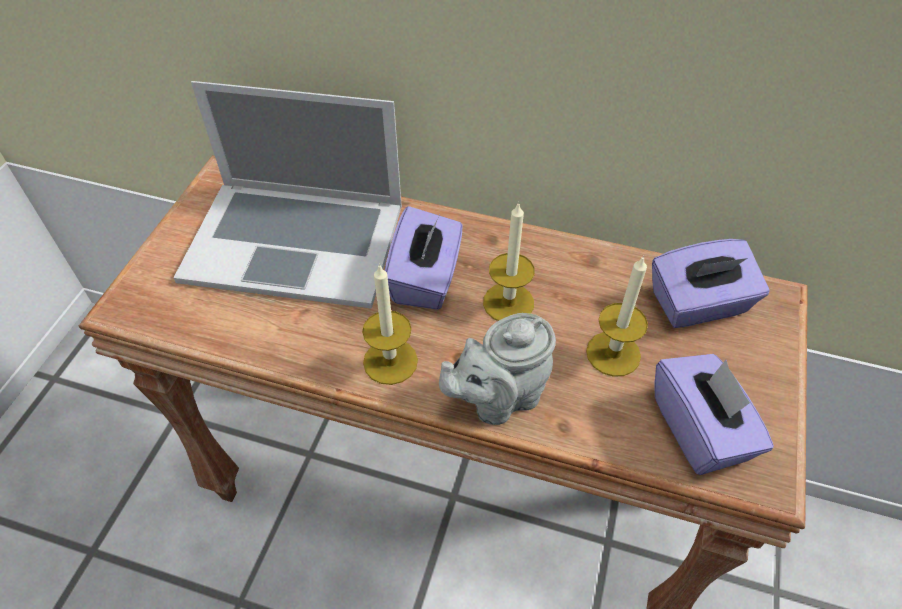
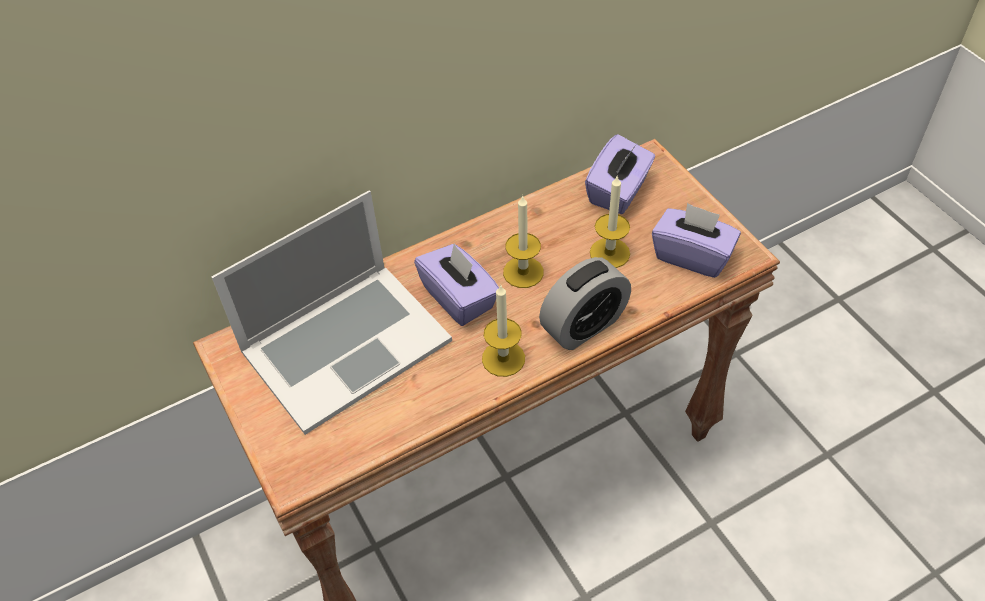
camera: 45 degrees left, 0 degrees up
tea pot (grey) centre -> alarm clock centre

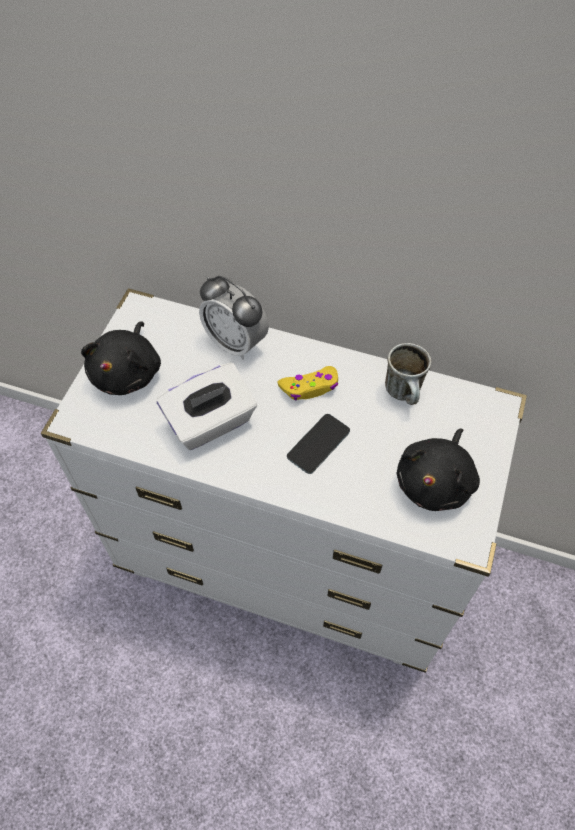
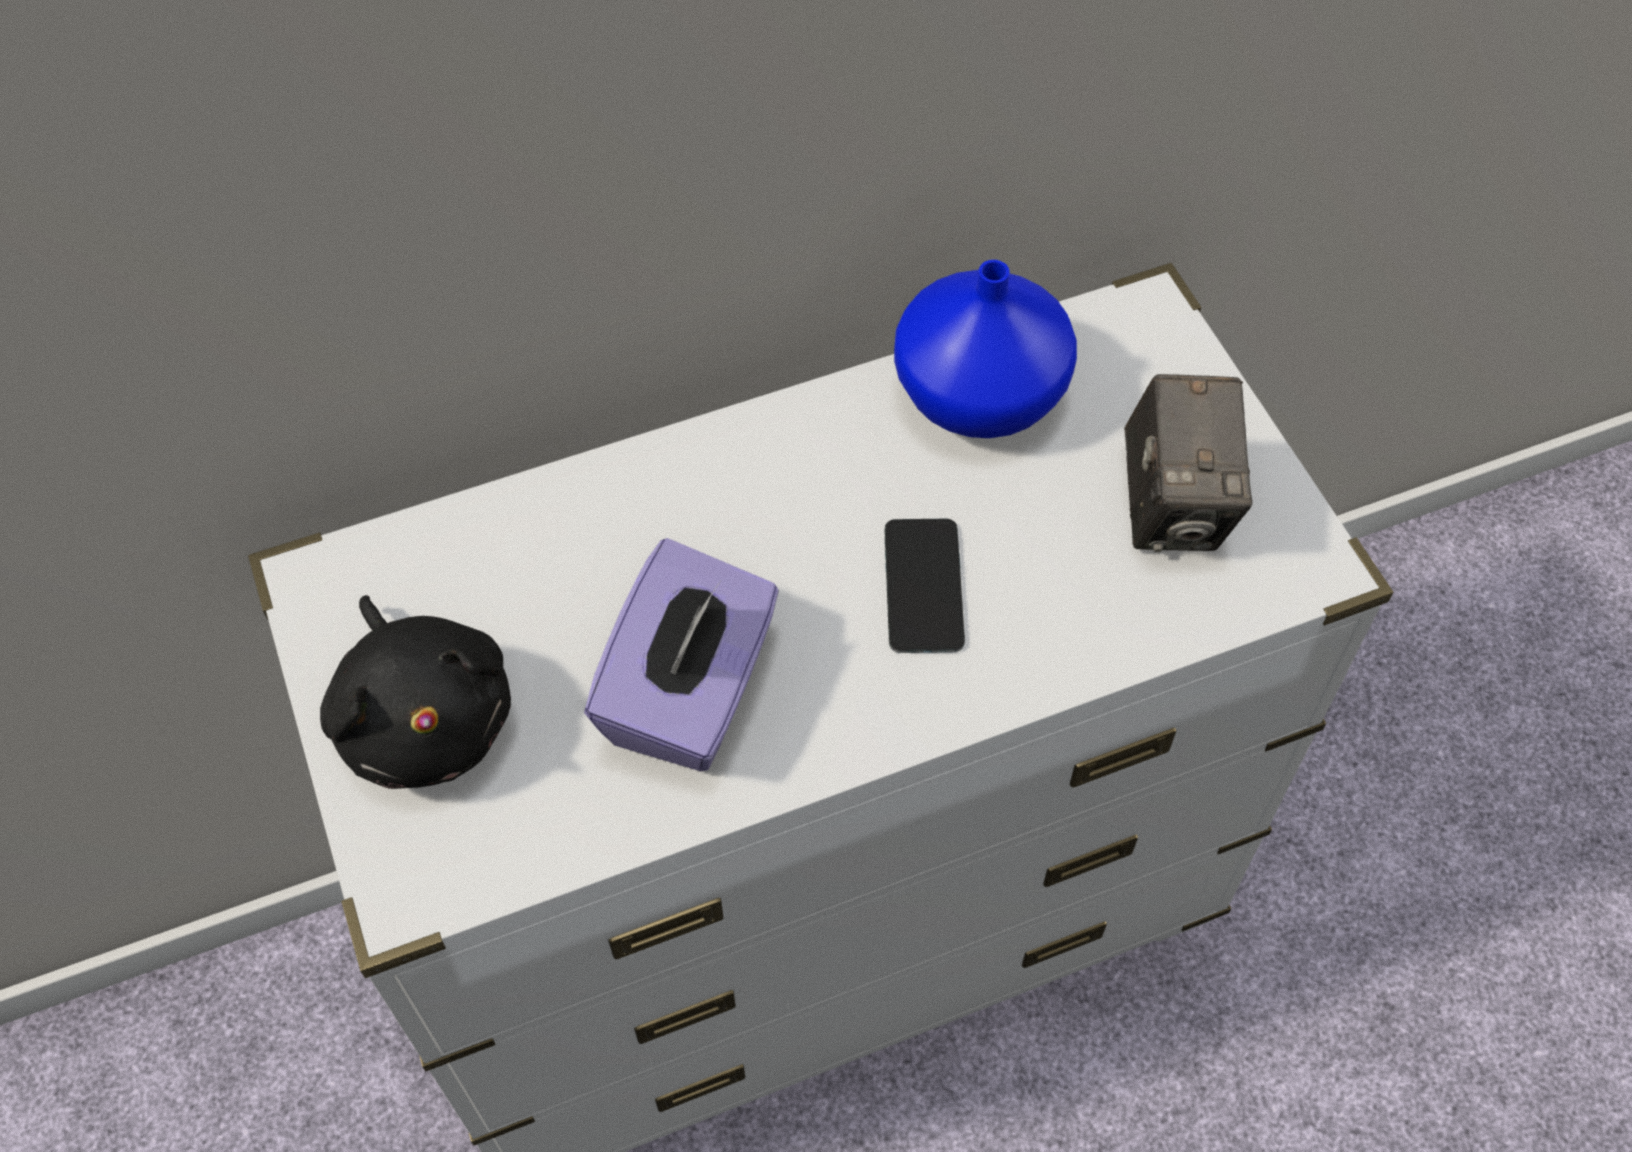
camera: 40 degrees left, 0 degrees up
alarm clock centre -> none
game controller (yellowish) centre -> none
tea mug middle right -> decorative vase (blue) top centre
soft toy (blackish) (no. 2 from left) middle right -> photo camera middle right
box of tissues (white-coloured) centre -> box of tissues (purplish) centre

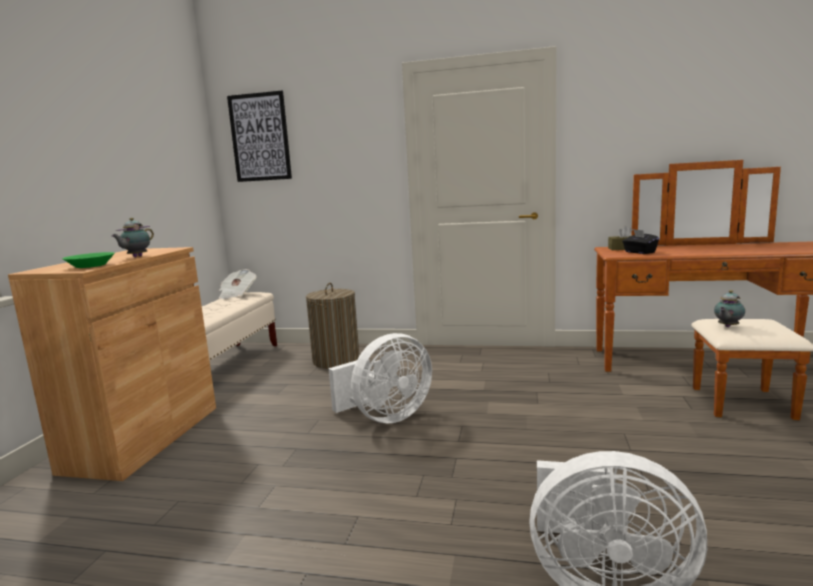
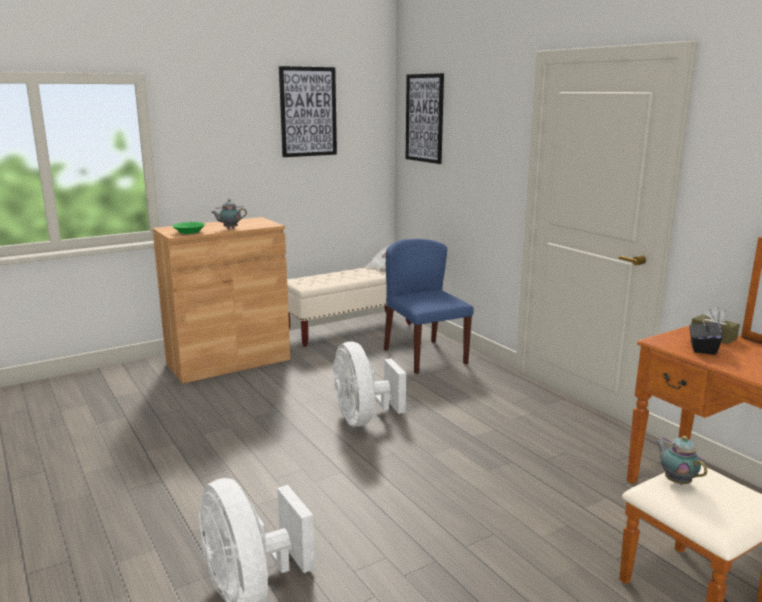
camera: 45 degrees right, 5 degrees up
none -> wall picture (no. 1 from left) top centre
laundry basket centre -> chair (blue) centre
fan (white-coloured) (no. 1 from left in the first image) centre -> fan (white-coloured) (no. 2 from left) centre, 60 degrees clockwise
tea pot (no. 2 from left) middle right -> tea pot (no. 2 from left) bottom right, 60 degrees clockwise

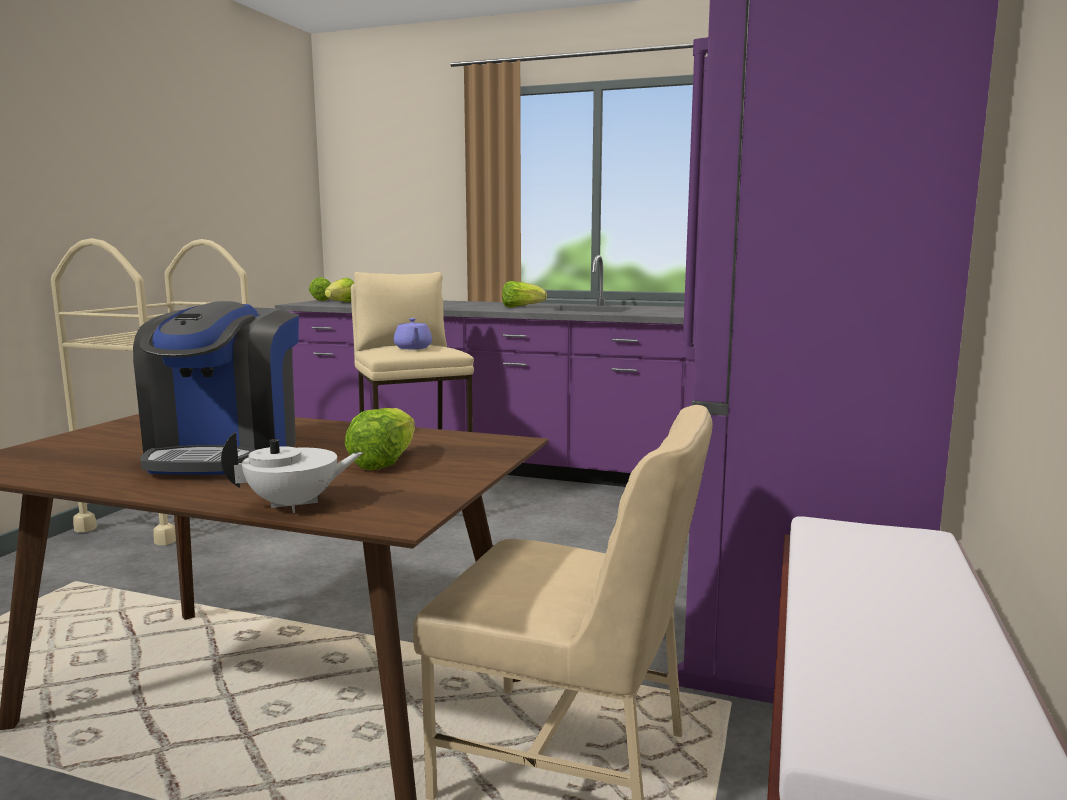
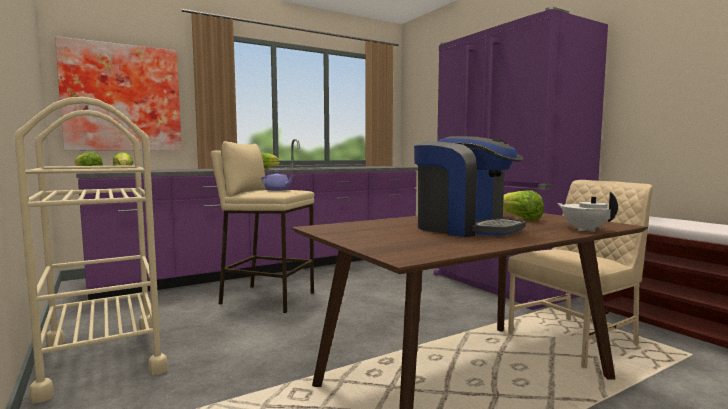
camera: 50 degrees left, 5 degrees down
none -> wall picture top left
tea pot (white-coloured) middle left -> tea pot (white-coloured) middle right, 45 degrees counterclockwise

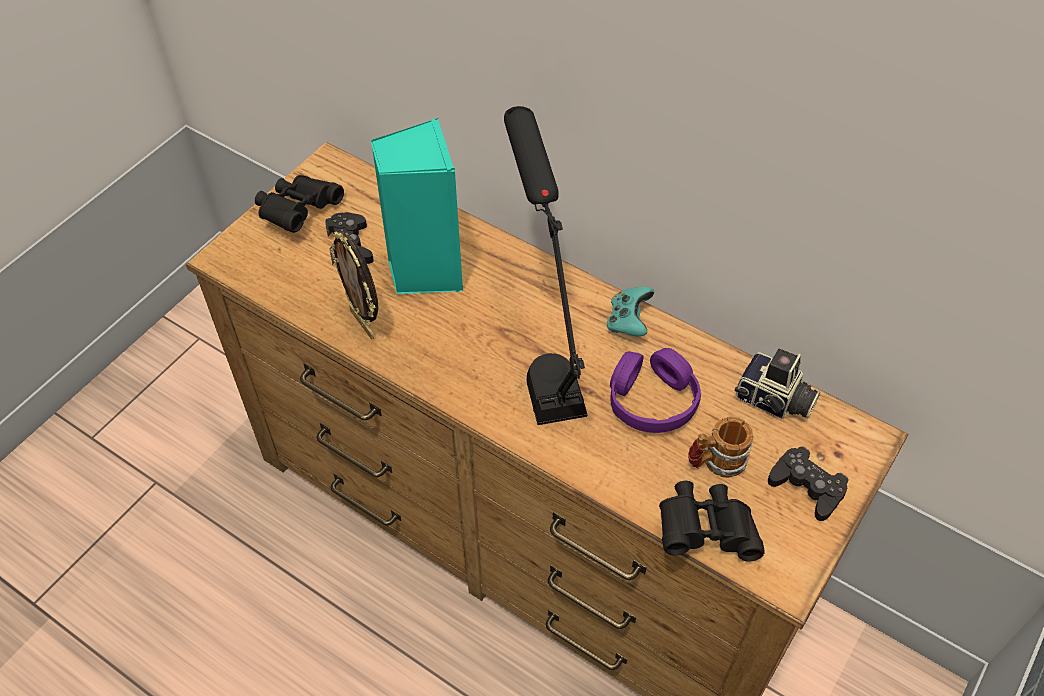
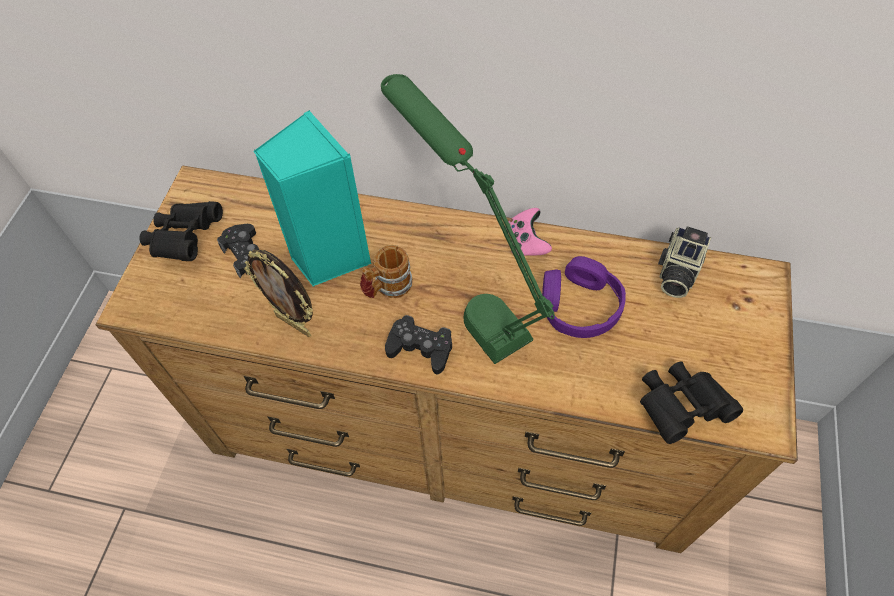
camera: 20 degrees left, 5 degrees up
tea mug middle right -> tea mug centre, relocated
game controller (blackish) (no. 2 from left) bottom right -> game controller (blackish) (no. 2 from left) centre, relocated
tabletop lamp (blackish) centre -> tabletop lamp (green) centre
game controller (blue-green) centre -> game controller (pinkish) centre
photo camera middle right, 105 degrees clockwise

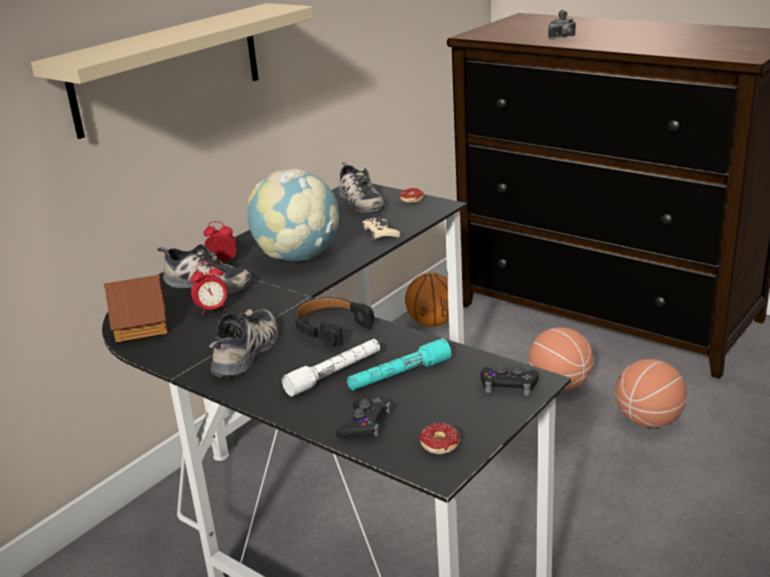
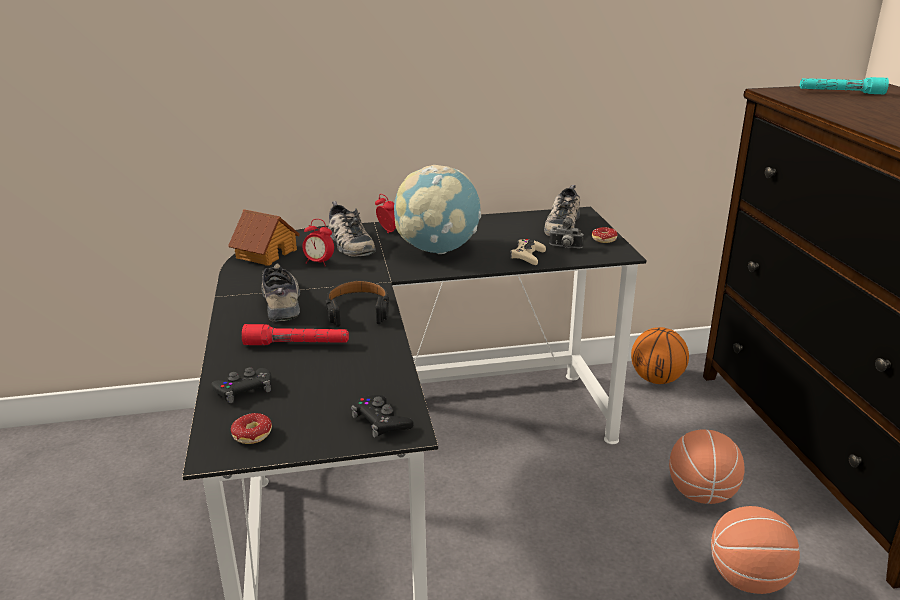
camera: 40 degrees right, 0 degrees up
shelf (beige-coloured) top left -> none
hand torch (blue-green) centre -> hand torch (blue-green) top right, relocated
photo camera top right -> photo camera centre, relocated
hand torch (white-coloured) centre -> hand torch (red) middle left
shoe (no. 2 from left in the first image) middle left -> shoe (no. 1 from left) middle left, 75 degrees counterclockwise

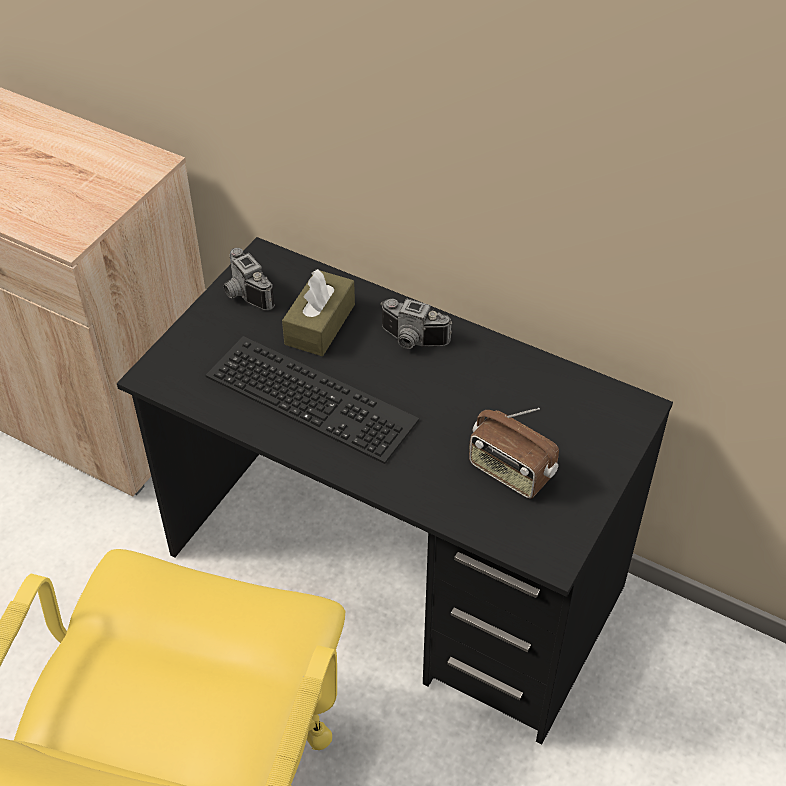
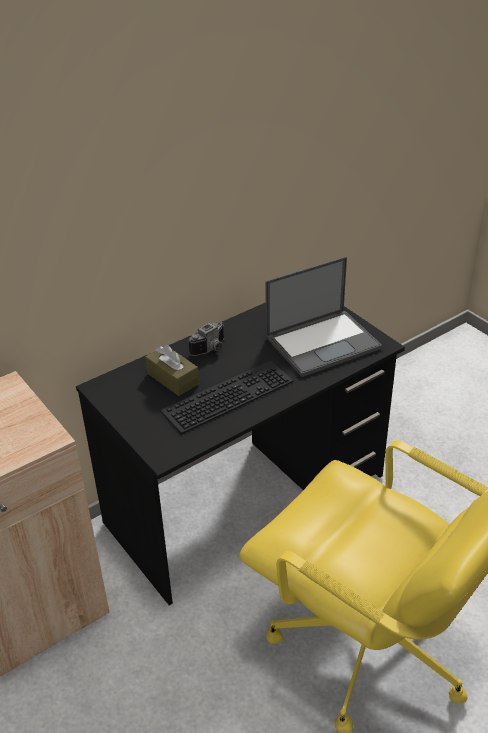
camera: 65 degrees left, 10 degrees down
photo camera (no. 1 from left) middle left -> none
radio centre -> laptop centre

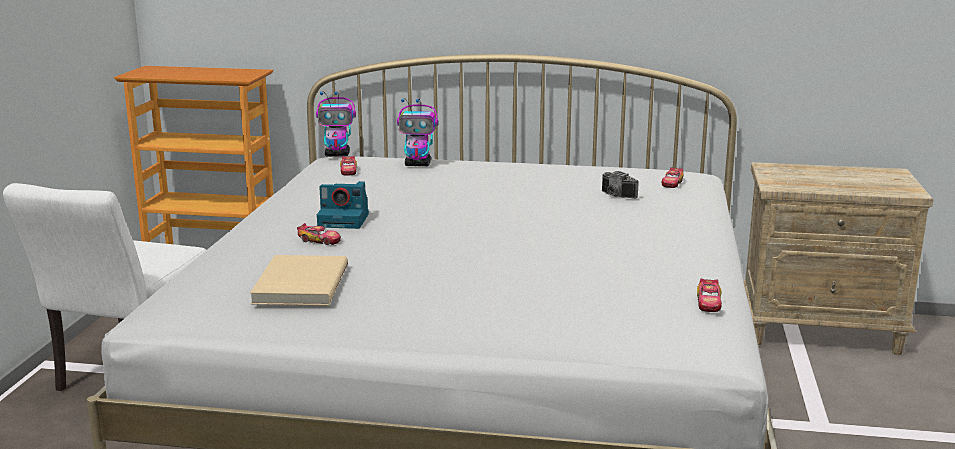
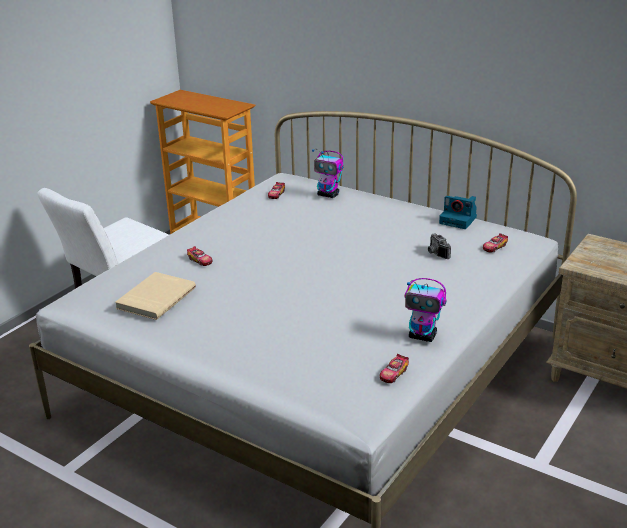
camera: 25 degrees right, 10 degrees up
robot figure (no. 1 from left in the first image) top centre -> robot figure (no. 2 from left) middle right, relocated
photo camera (no. 1 from left in the first image) centre -> photo camera (no. 2 from left) middle right, relocated

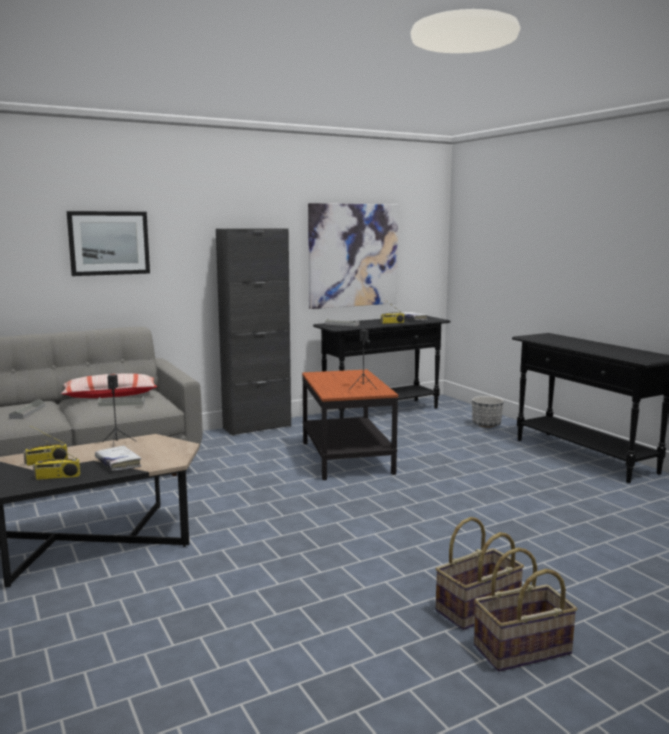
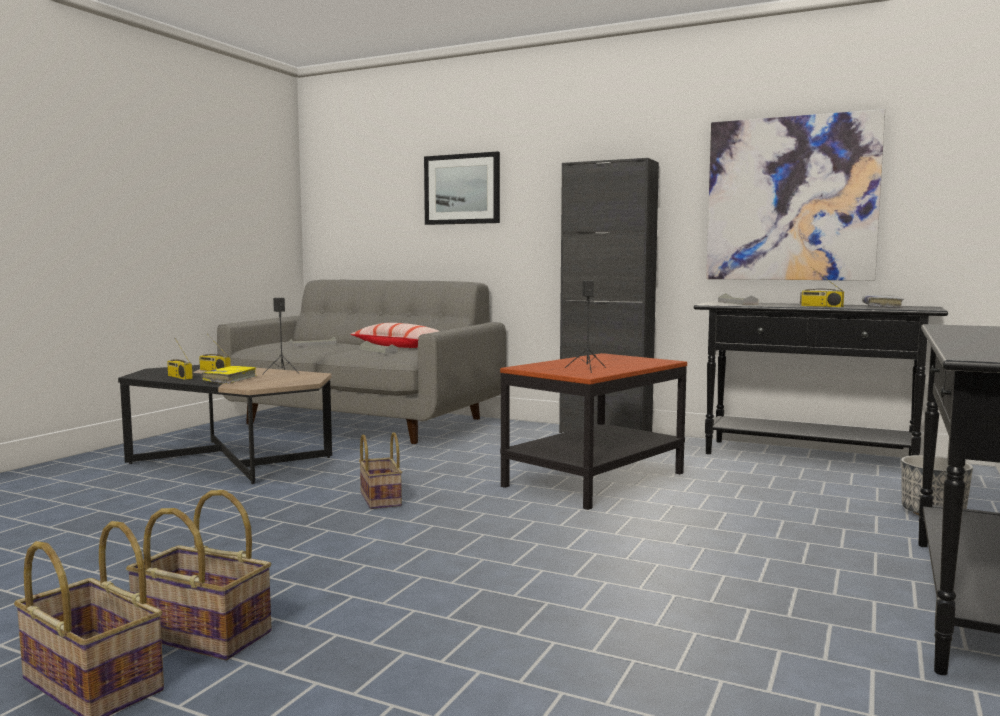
camera: 55 degrees right, 5 degrees down
none -> basket (no. 3 from left) centre
bound book (white-coloured) (no. 1 from left) middle left -> bound book (yellowish) middle left

